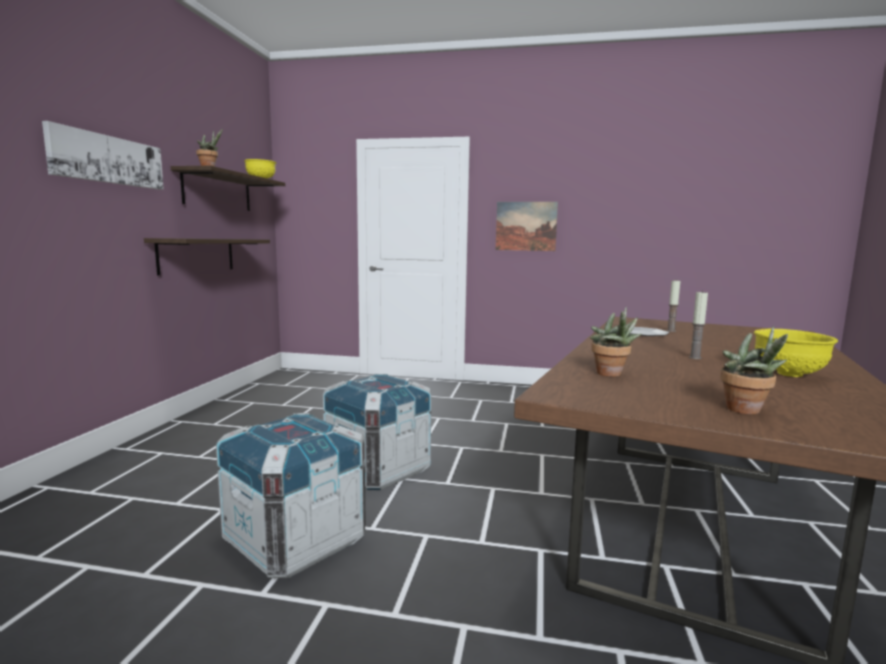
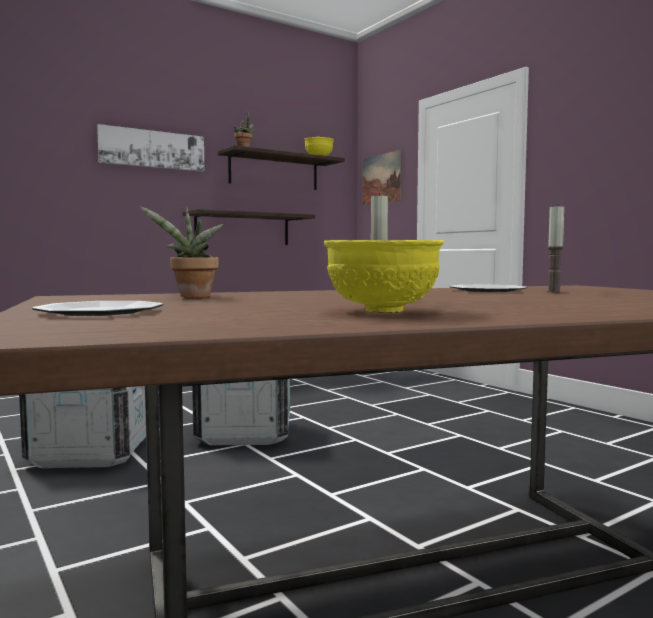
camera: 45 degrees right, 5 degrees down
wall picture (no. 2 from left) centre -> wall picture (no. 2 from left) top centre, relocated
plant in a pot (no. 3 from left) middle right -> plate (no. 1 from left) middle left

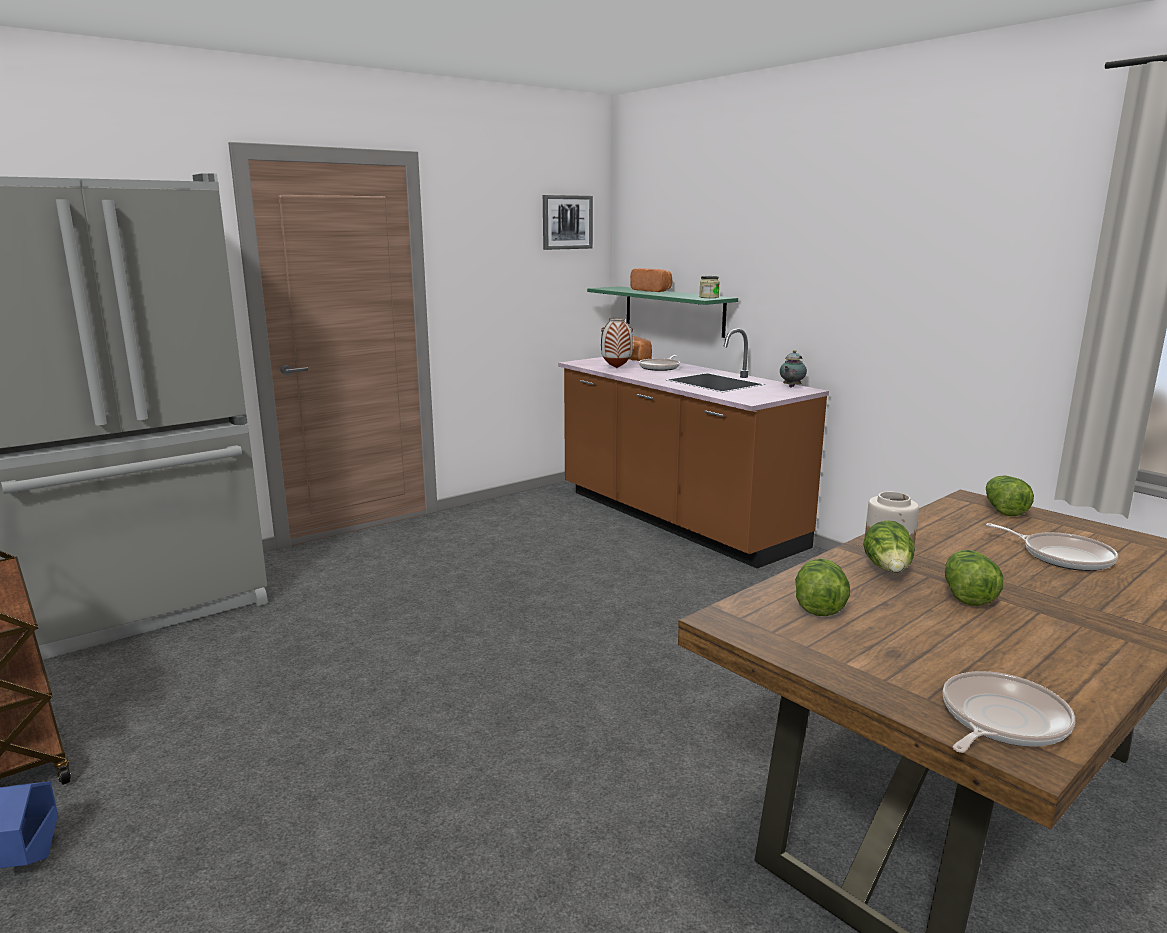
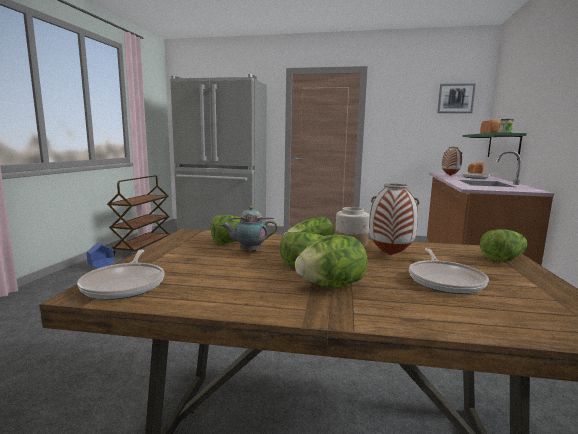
camera: 50 degrees right, 5 degrees down
none -> head of lettuce (no. 4 from left) centre
none -> decorative vase (no. 1 from left) middle right
tea pot middle right -> tea pot centre, relocated
skillet (no. 2 from left in the first image) bottom right -> skillet (no. 1 from left) middle left, 75 degrees clockwise

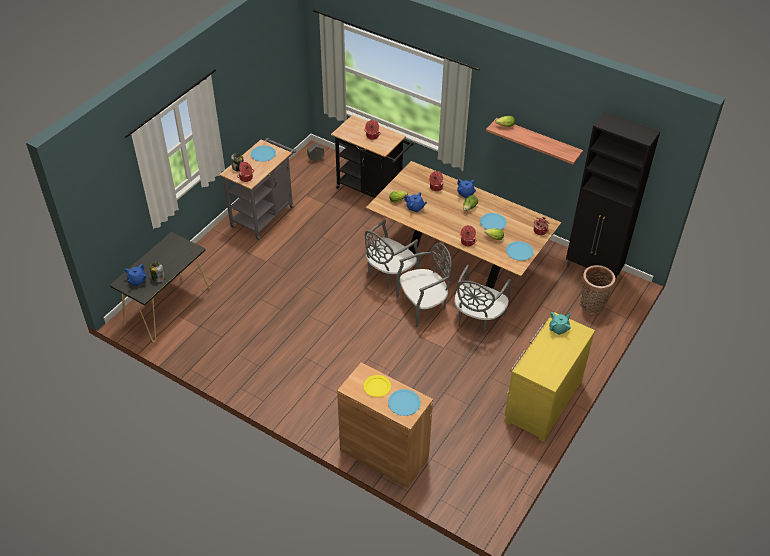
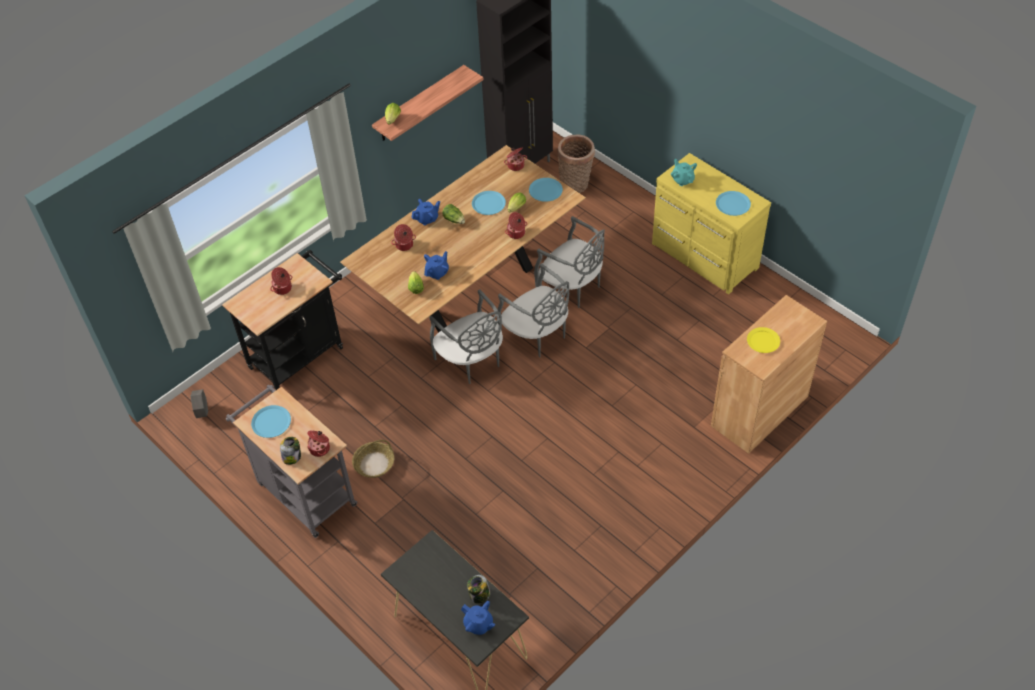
camera: 75 degrees left, 5 degrees up
none -> basket (no. 1 from left) centre
plate (blue) (no. 2 from left in the first image) bottom centre -> plate (blue) (no. 4 from left) top right, relocated
chair (grey) (no. 2 from left) centre, 150 degrees clockwise

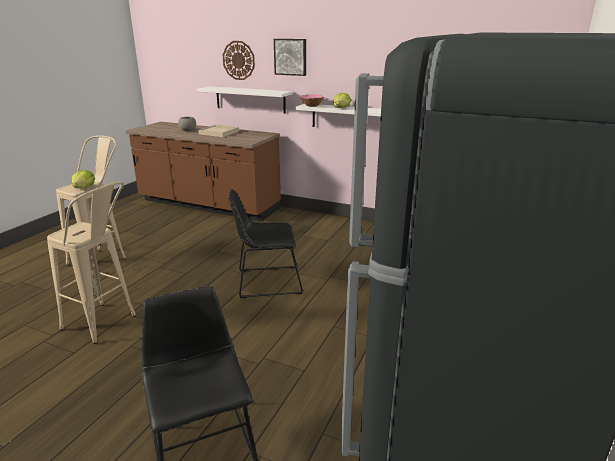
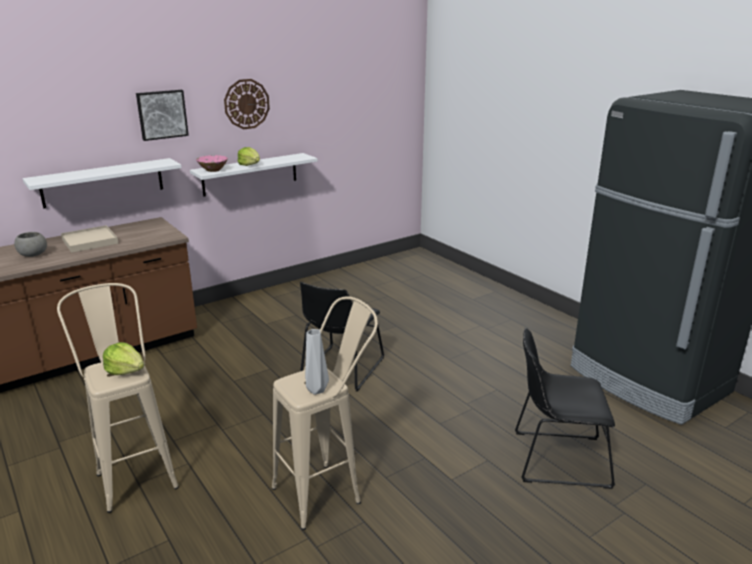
camera: 60 degrees left, 0 degrees up
none -> decorative vase (grey) centre
hanging clock top centre -> hanging clock top left, relocated

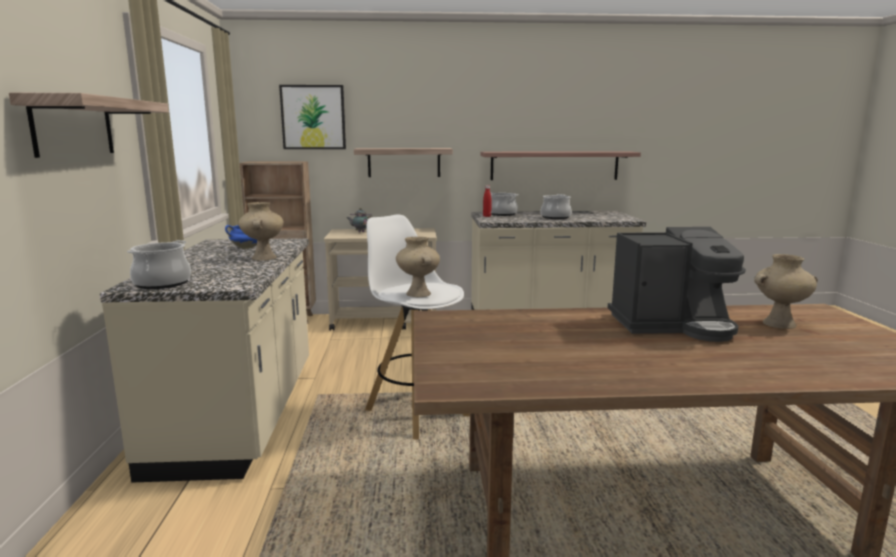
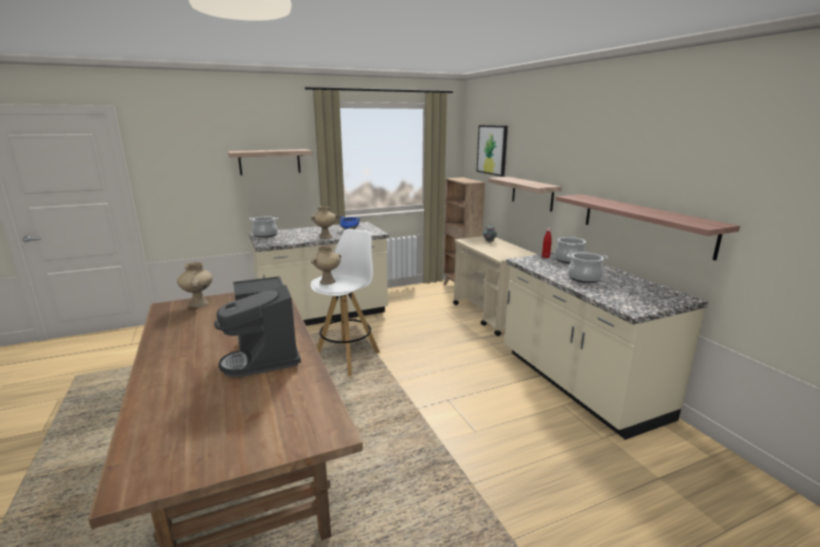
camera: 70 degrees right, 5 degrees up
decorative vase (beige-coloured) (no. 3 from left in the first image) middle right -> decorative vase (beige-coloured) (no. 1 from left) middle left, relocated

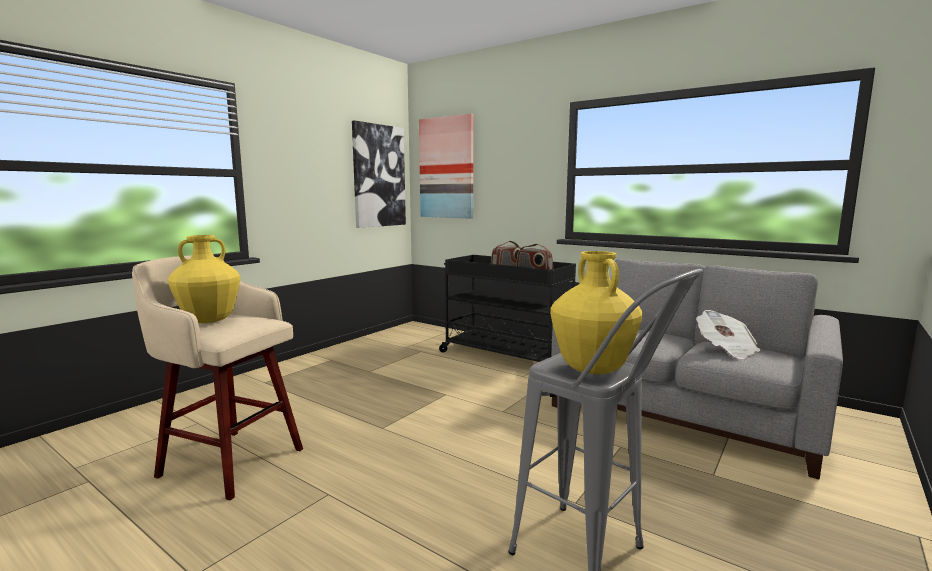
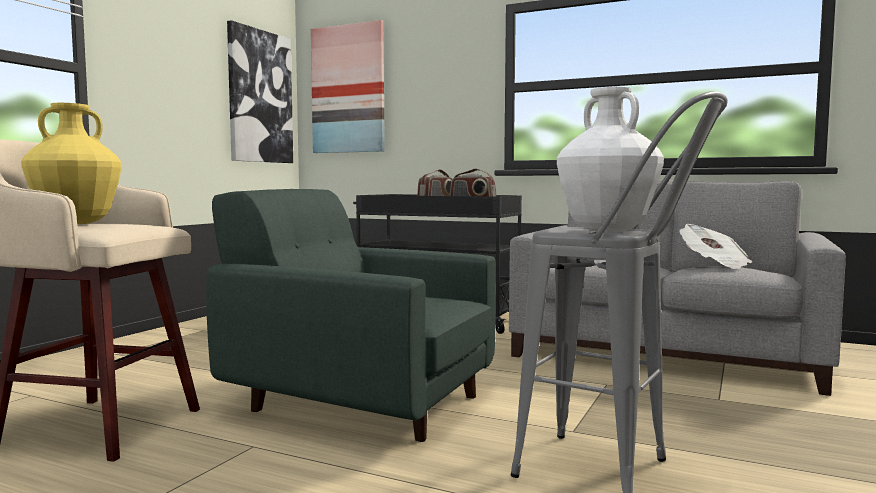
camera: 10 degrees left, 5 degrees down
none -> easy chair (green) centre
decorative vase (yellowish) (no. 2 from left) centre -> decorative vase (white-coloured) top right

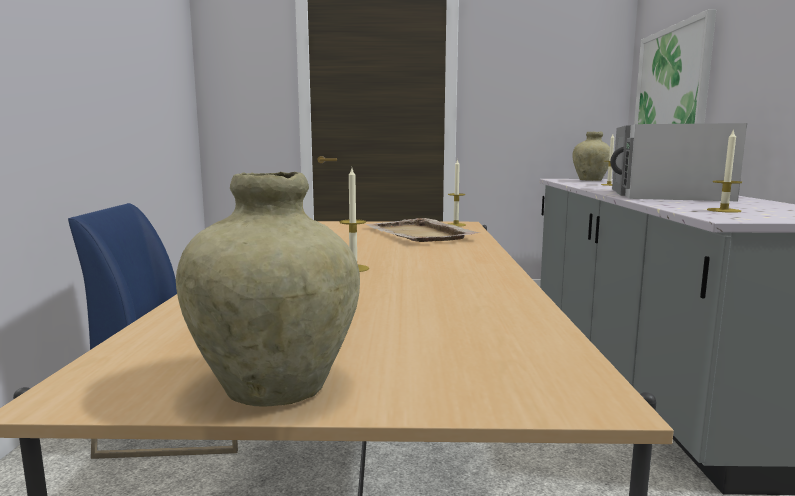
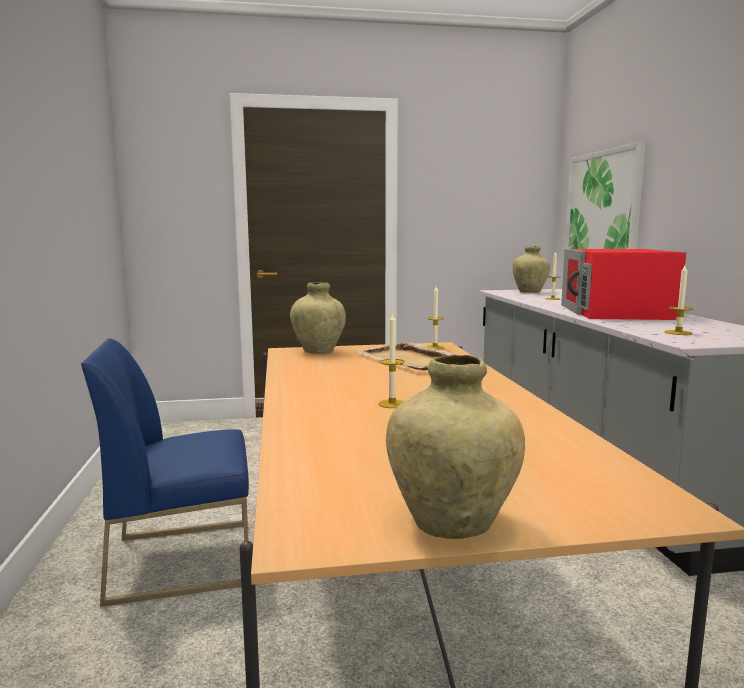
camera: 10 degrees left, 0 degrees up
none -> decorative vase (beige-coloured) (no. 1 from left) centre
microwave (white-coloured) top right -> microwave (red) middle right

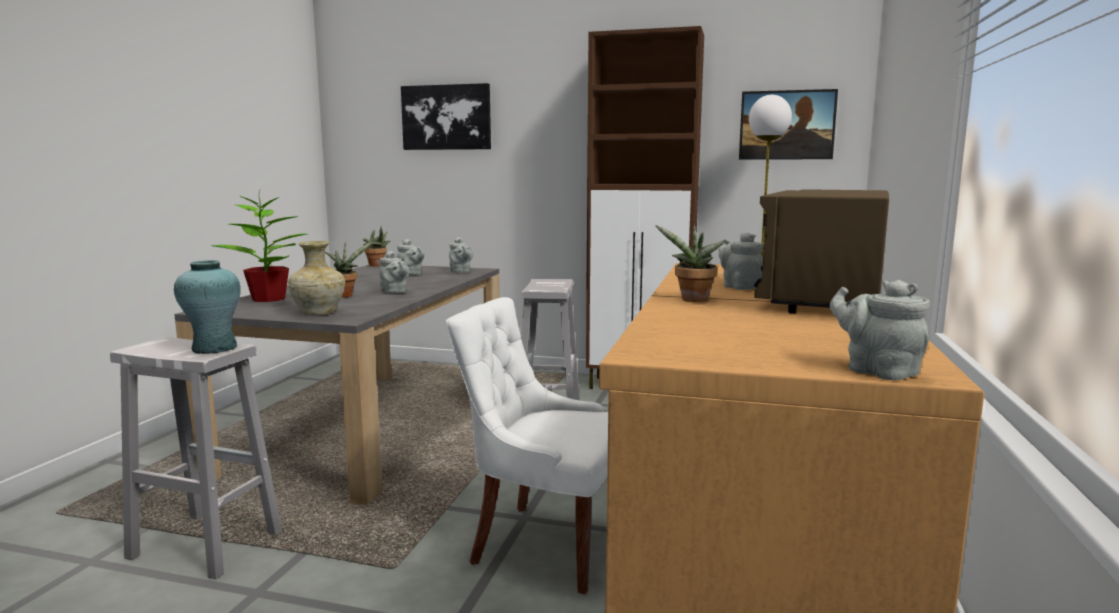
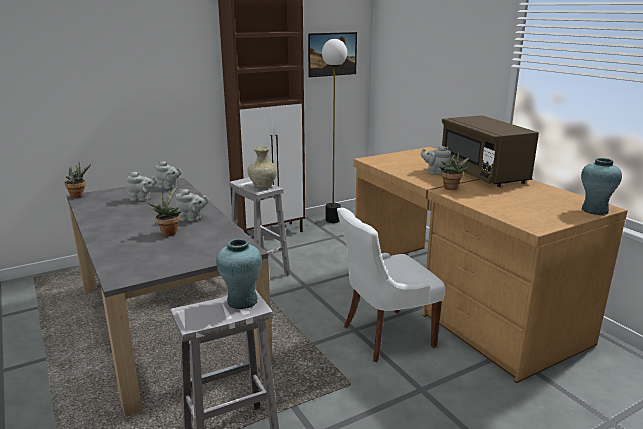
camera: 45 degrees left, 10 degrees up
plant in a pot (no. 1 from left) middle left -> none
wall picture (no. 1 from left) top centre -> none
decorative vase (beige-coloured) middle left -> decorative vase (beige-coloured) centre, relocated
tea pot (grey) (no. 5 from left) middle right -> decorative vase (blue-green) (no. 2 from left) middle right

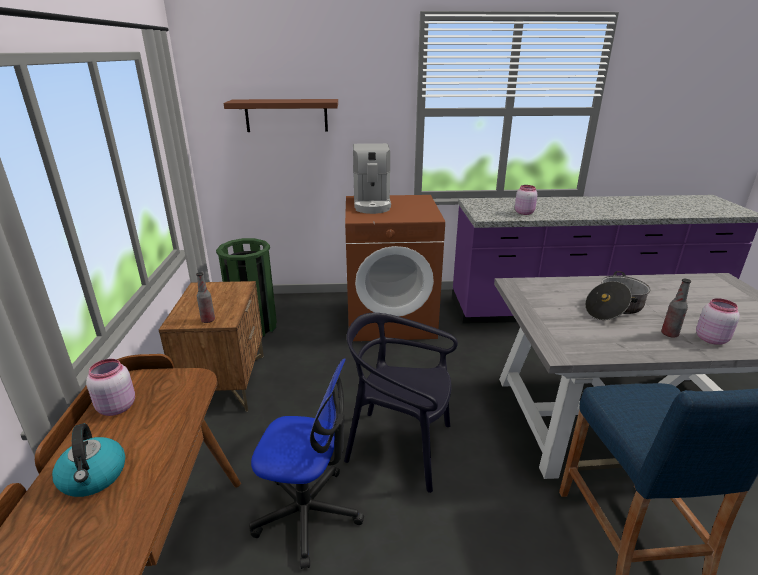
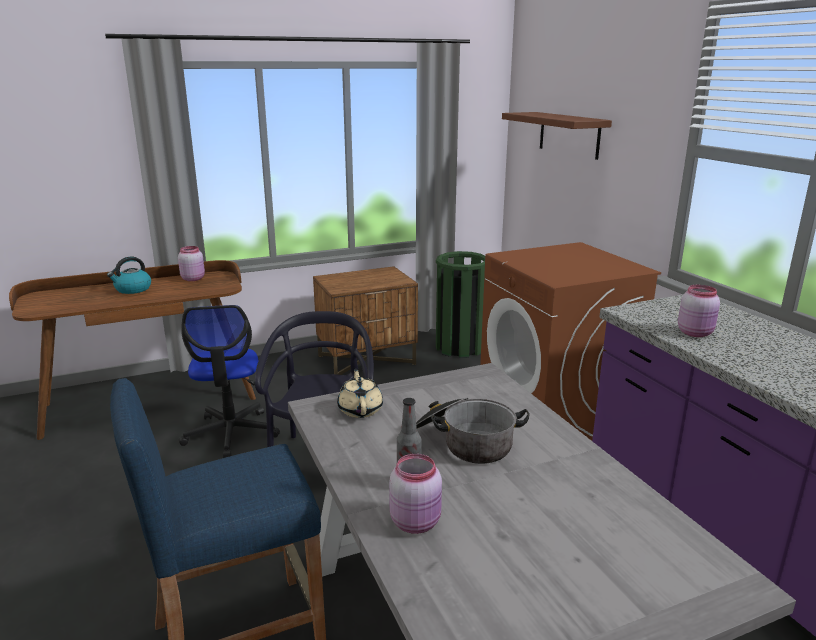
camera: 70 degrees right, 5 degrees down
drink bottle (no. 1 from left) middle left -> none
coffee machine top centre -> none
none -> tea pot (beige-coloured) centre

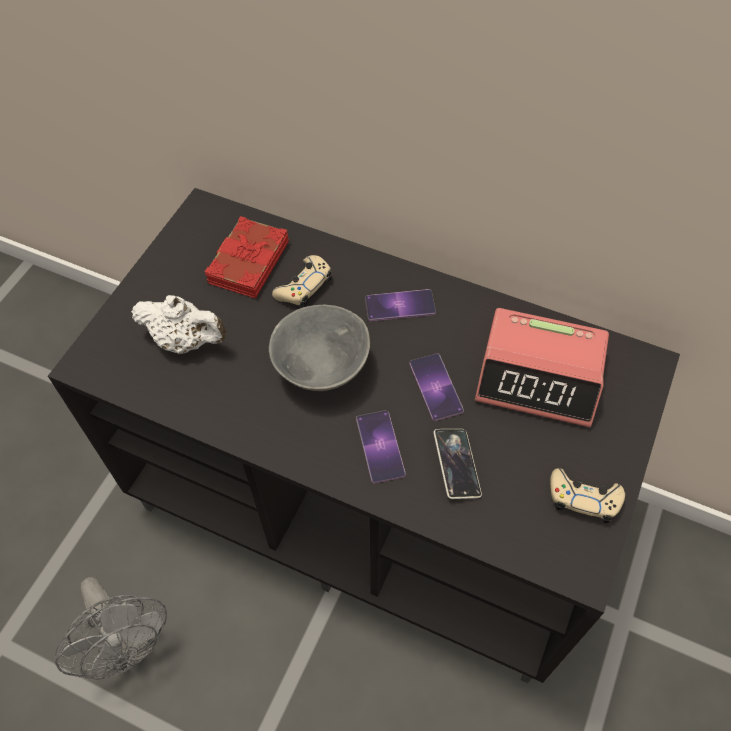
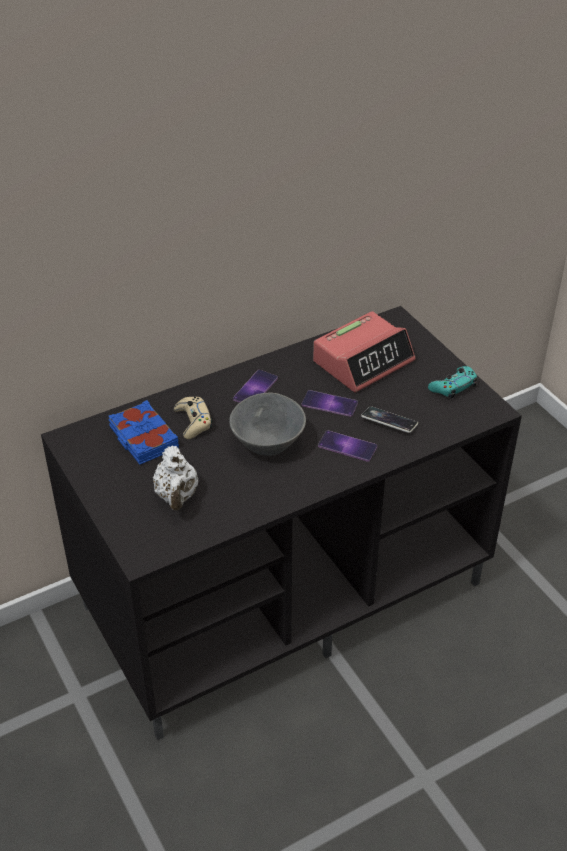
camera: 55 degrees left, 15 degrees down
fan (grey) bottom left -> none
bound book (red) centre -> bound book (blue) middle left
game controller (beige-coloured) (no. 2 from left) bottom right -> game controller (blue-green) middle right
tea pot (white-coloured) middle left, 120 degrees clockwise

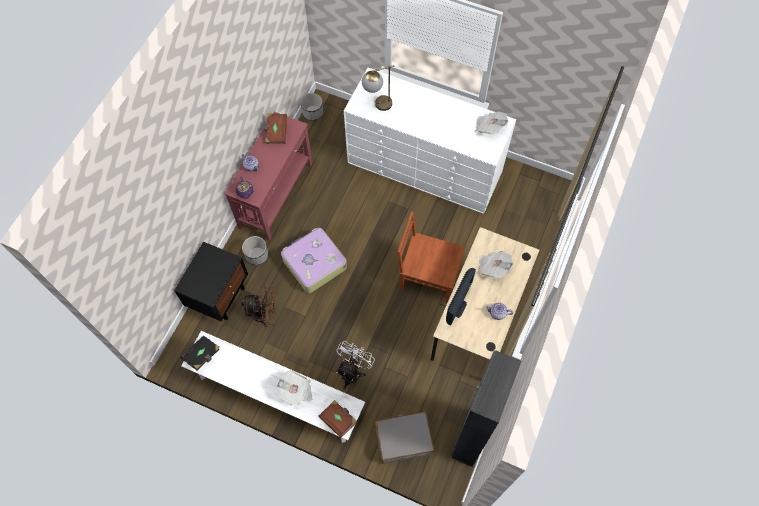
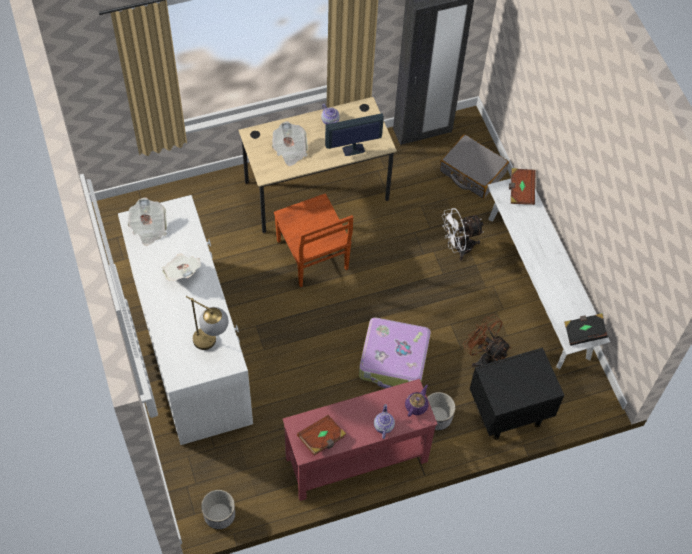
camera: 135 degrees left, 5 degrees down
daily paper (no. 1 from left in the first image) bottom centre -> daily paper (no. 2 from left) middle left, relocated

